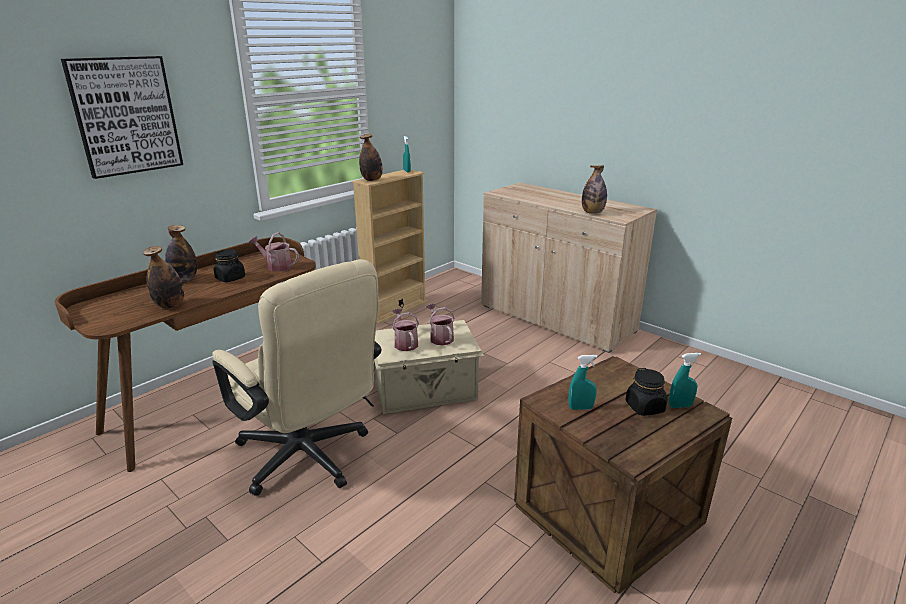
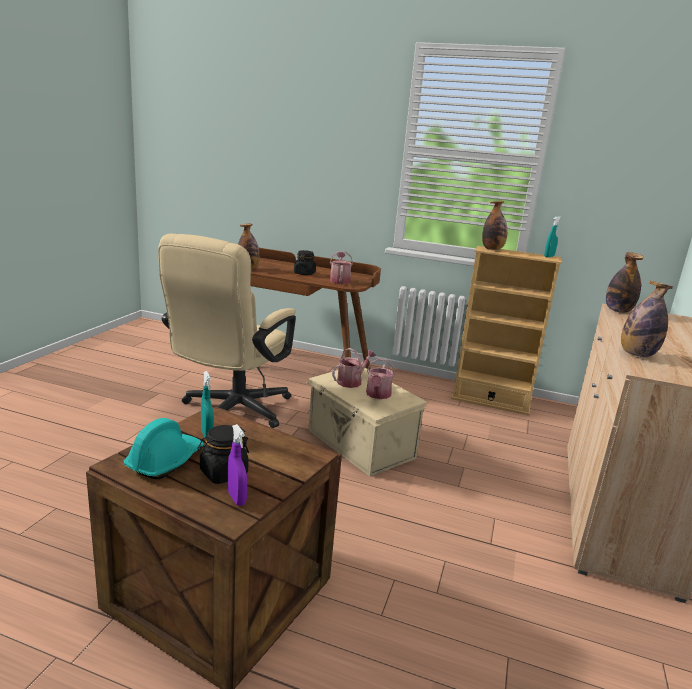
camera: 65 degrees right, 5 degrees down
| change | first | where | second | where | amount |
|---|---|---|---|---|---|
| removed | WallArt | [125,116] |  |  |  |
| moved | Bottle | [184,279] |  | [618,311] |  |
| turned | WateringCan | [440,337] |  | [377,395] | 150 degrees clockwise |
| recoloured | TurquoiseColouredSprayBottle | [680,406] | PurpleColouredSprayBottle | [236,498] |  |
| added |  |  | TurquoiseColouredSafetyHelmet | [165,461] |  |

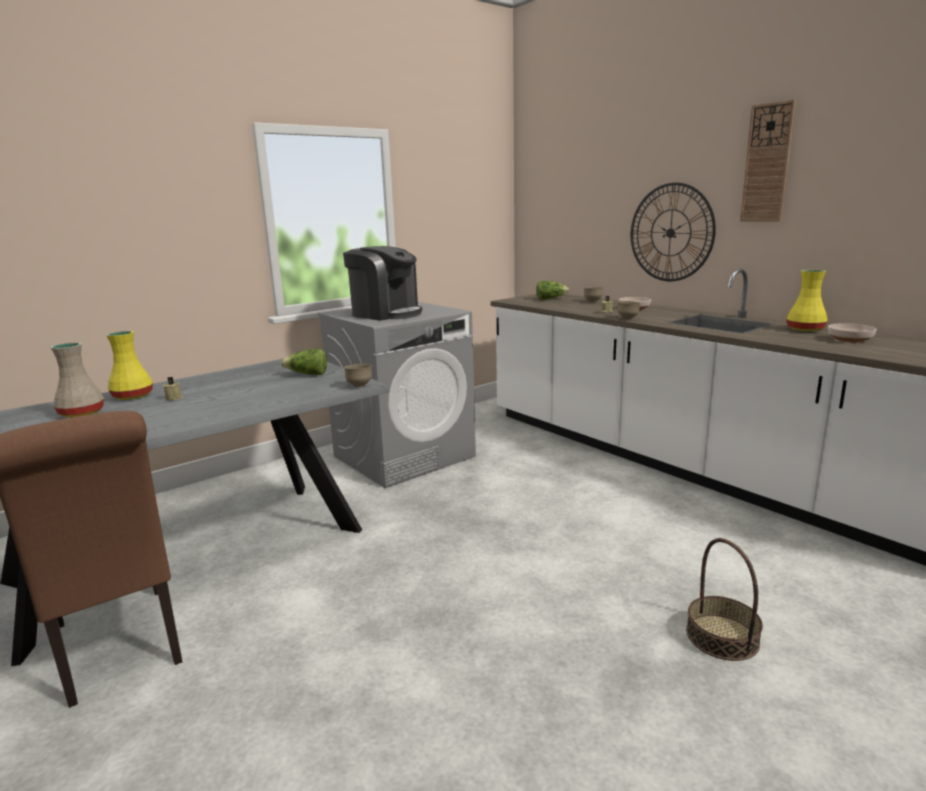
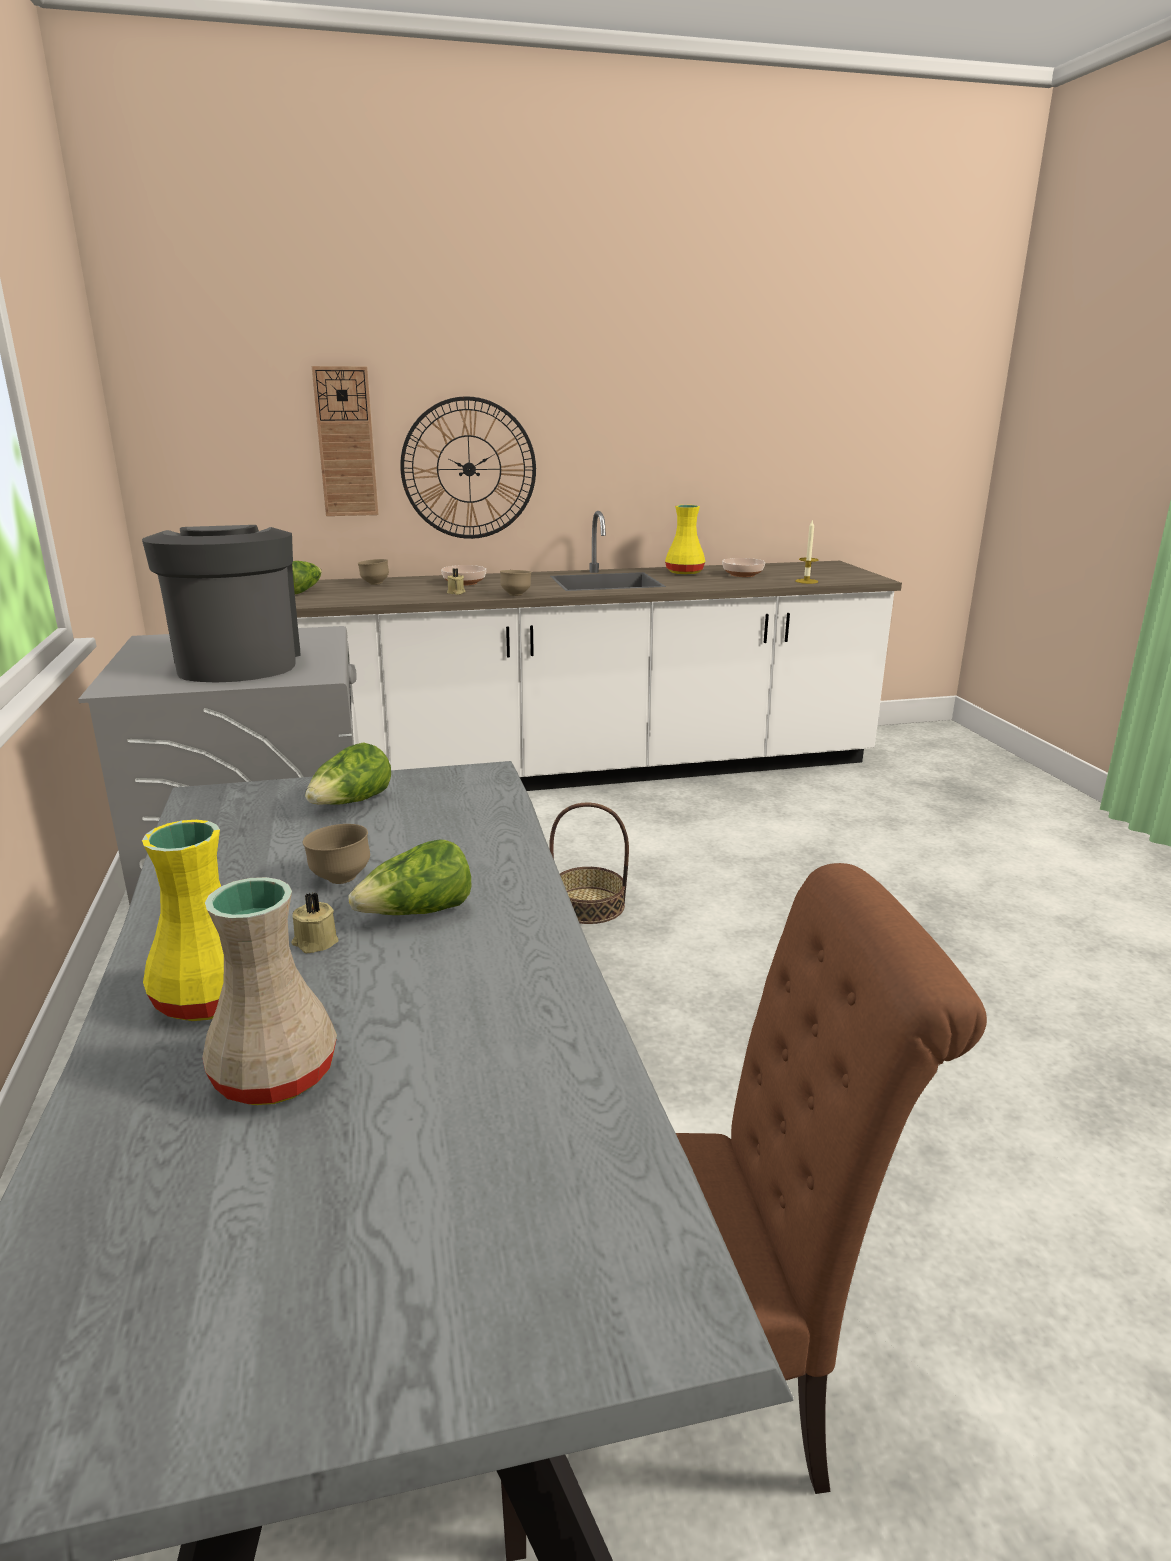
camera: 65 degrees left, 5 degrees up
| change | first | where | second | where | amount |
|---|---|---|---|---|---|
| turned | CoffeeMachine | [386,314] |  | [237,662] | 75 degrees counterclockwise |
| moved | BrownColouredDeepDish | [359,386] |  | [340,879] |  |
| moved | Basket | [722,637] |  | [588,905] |  |
| moved | HangingClock | [767,163] |  | [346,442] |  |
| added |  |  | HeadOfLettuce | [417,913] |  |
| added |  |  | WaxLight | [806,581] |  |

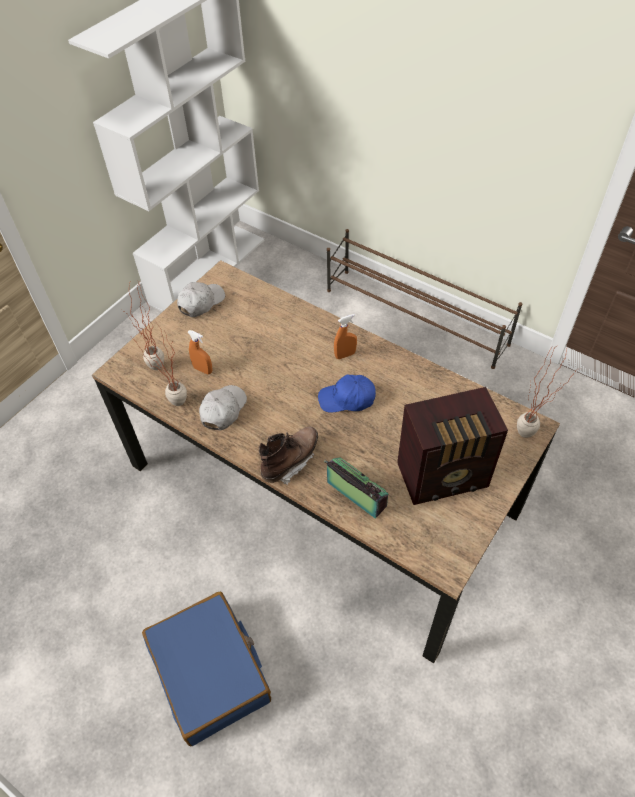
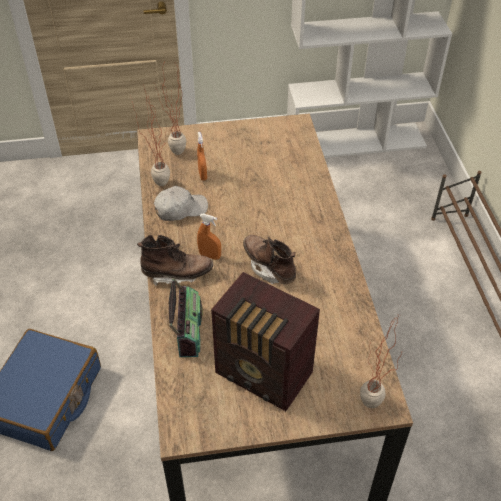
camera: 45 degrees right, 5 degrees down
| change | first | where | second | where | amount |
|---|---|---|---|---|---|
| removed | WhitePeakedCap | [201,302] |  |  |  |
| replaced | BluePeakedCap | [347,399] | BrownColouredBoot | [269,267] |  |
| moved | OrangeySprayBottle | [345,355] |  | [210,255] |  |

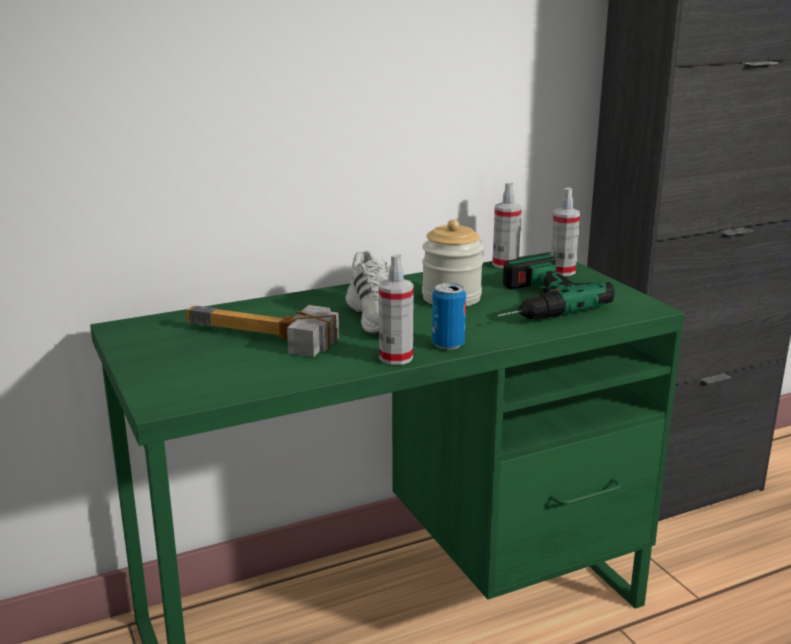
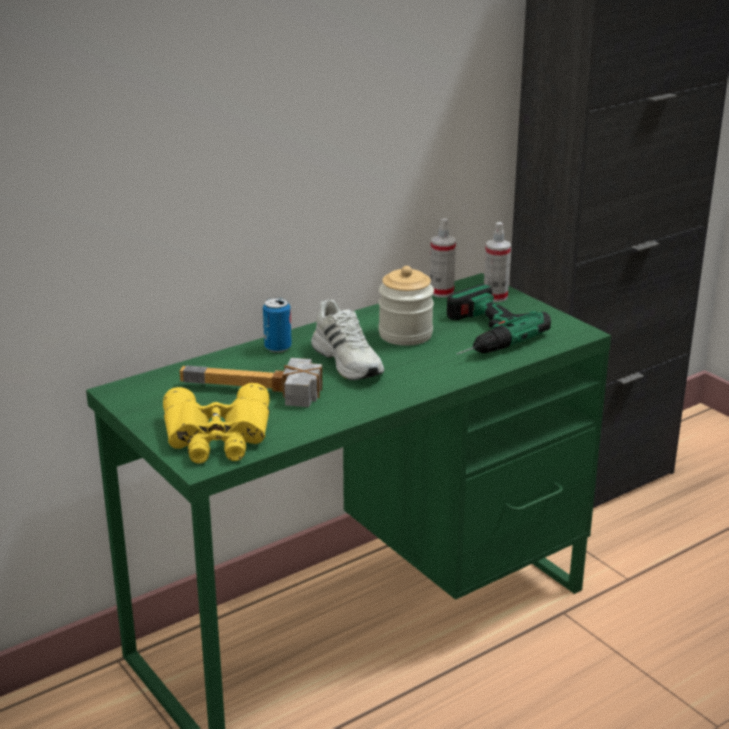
camera: 10 degrees left, 5 degrees up
| change | first | where | second | where | amount |
|---|---|---|---|---|---|
| removed | SprayBottle | [396,358] |  |  |  |
| moved | SealedCan | [448,344] |  | [278,348] |  |
| added |  |  | YellowishPairOfBinoculars | [218,437] |  |

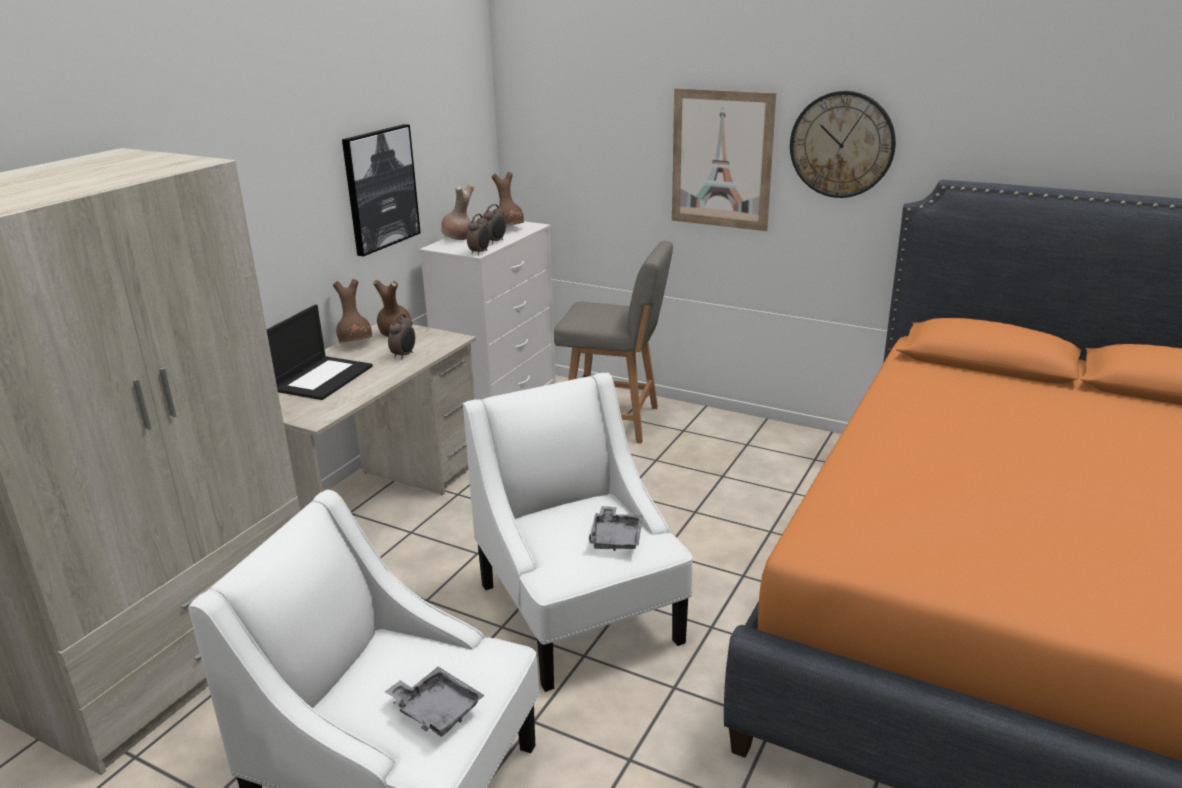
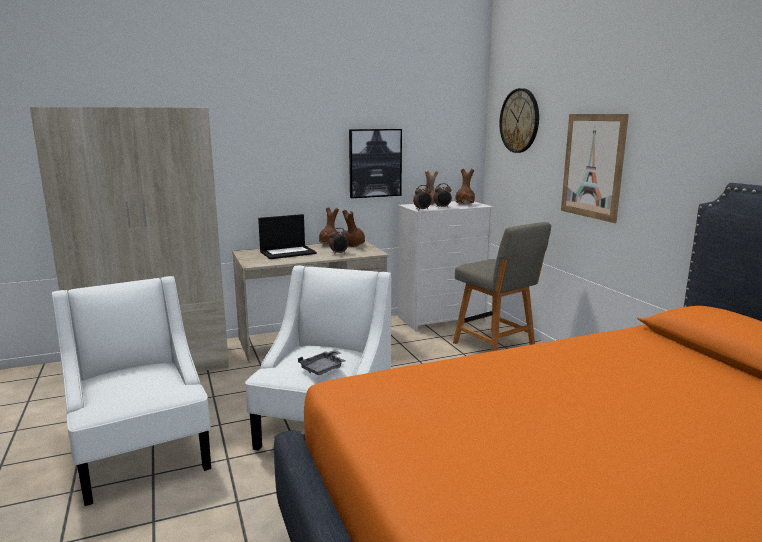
camera: 40 degrees right, 10 degrees down
| change | first | where | second | where | amount |
|---|---|---|---|---|---|
| removed | GrayTray | [436,710] |  |  |  |
| moved | HangingClock | [842,144] |  | [519,121] |  |

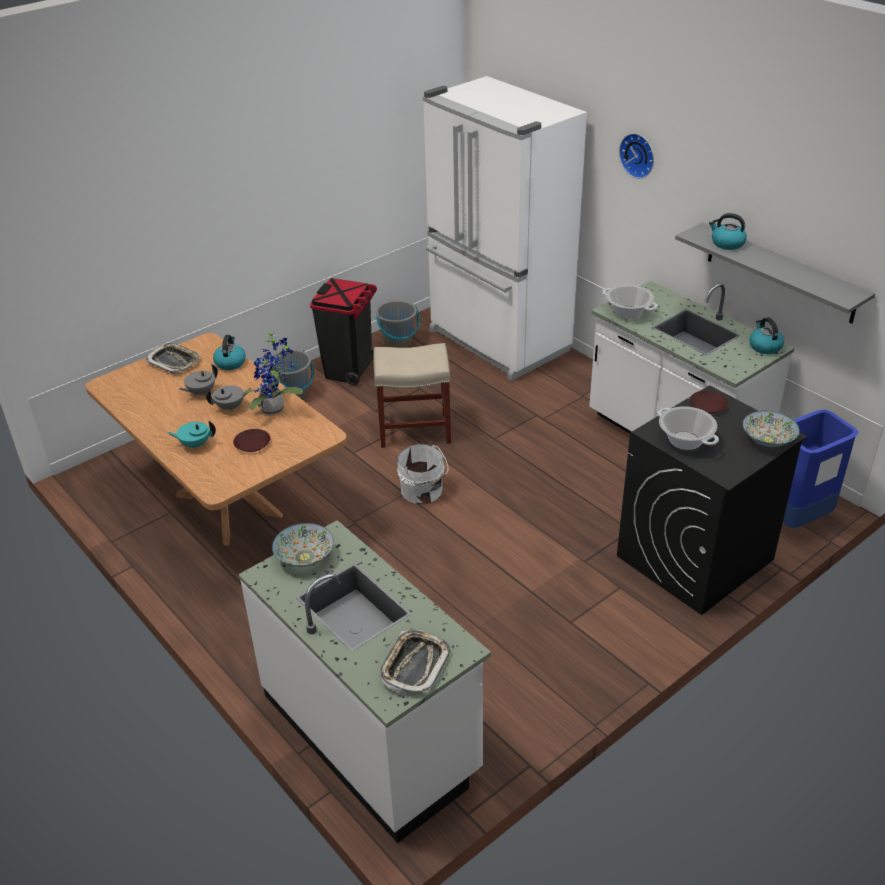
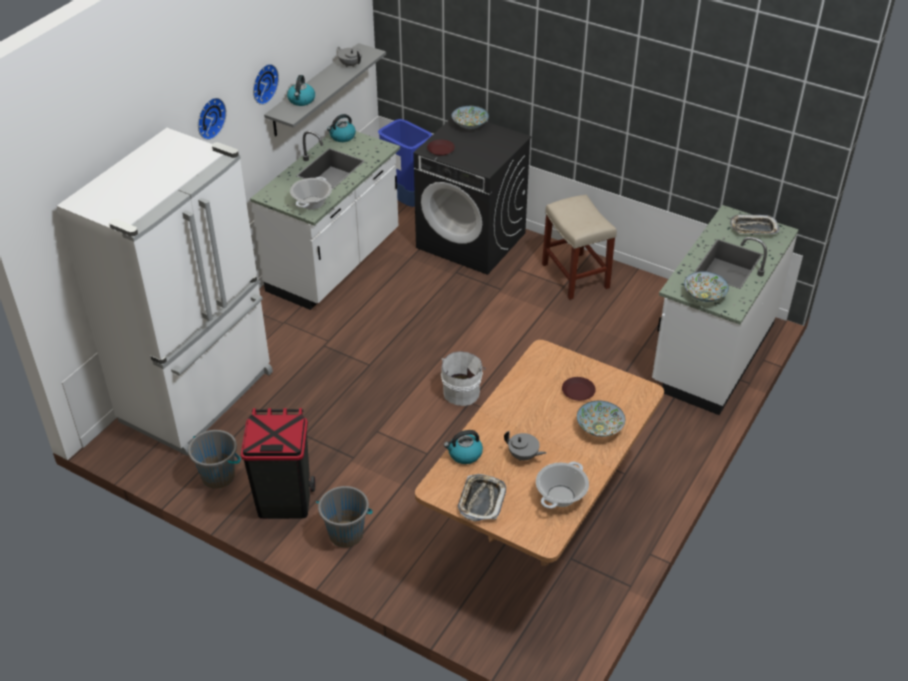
camera: 110 degrees left, 5 degrees up
| change | first | where | second | where | amount |
|---|---|---|---|---|---|
| replaced | TurquoiseColouredTeaPot | [195,444] | DeepDish | [599,428] |  |
| moved | GrayTeaPot | [231,407] |  | [350,64] |  |
| removed | Houseplant | [276,409] |  |  |  |
| moved | BeigeColouredStoolSeat | [413,430] |  | [576,276] |  |
| moved | Stockpot | [685,440] |  | [560,496] |  |
| added |  |  | HangingClock | [263,83] |  |

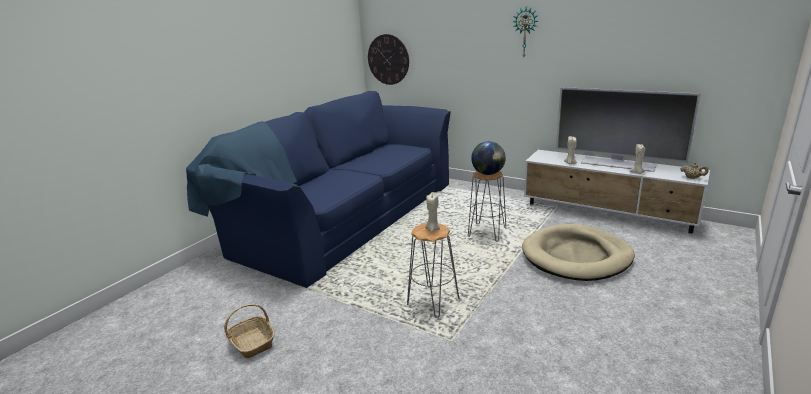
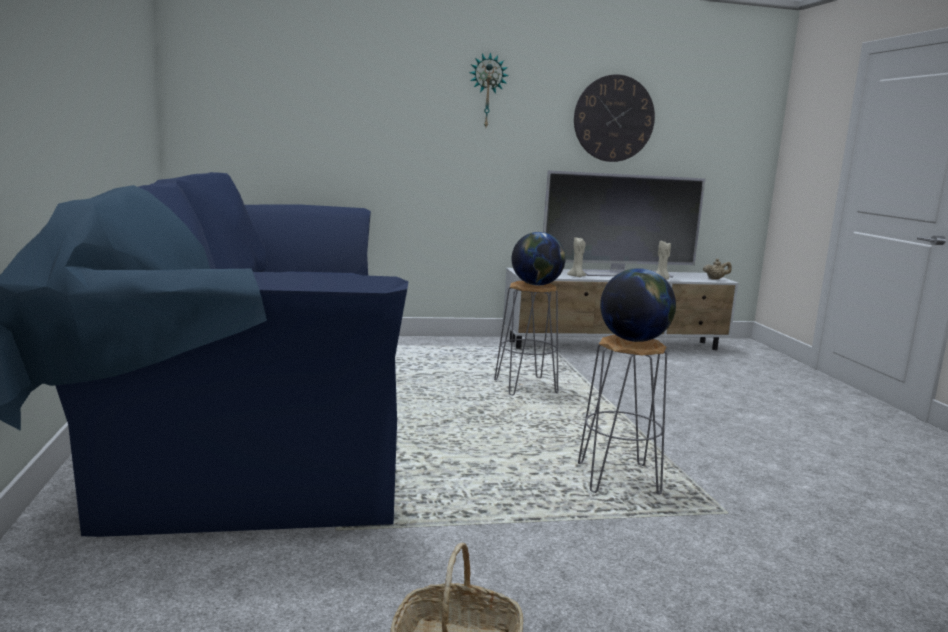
camera: 45 degrees left, 10 degrees down
| change | first | where | second | where | amount |
|---|---|---|---|---|---|
| moved | HangingClock | [388,59] |  | [614,118] |  |
| replaced | BeigeColouredWaxLight | [432,229] | WorldGlobe | [633,340] |  |
| removed | BeigeColouredPetBed | [576,256] |  |  |  |

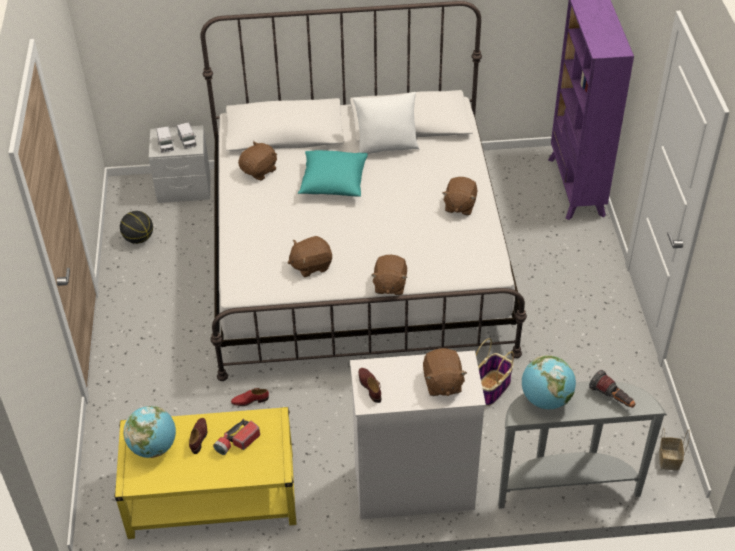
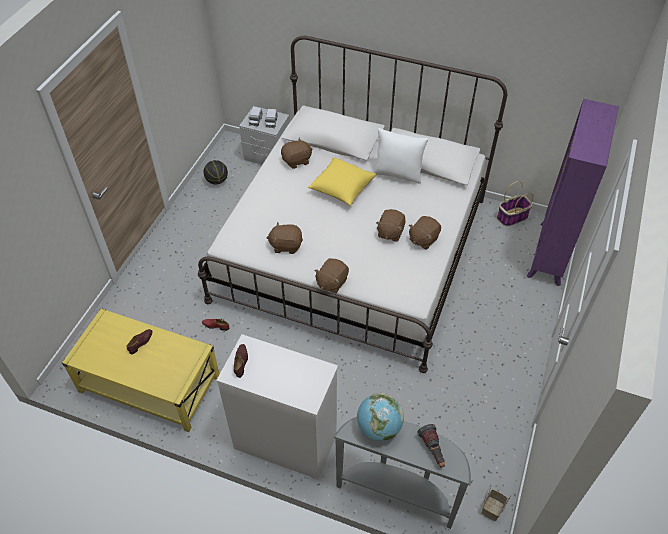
camera: 25 degrees right, 5 degrees up
| change | first | where | second | where | amount |
|---|---|---|---|---|---|
| removed | WorldGlobe | [153,447] |  |  |  |
| removed | Torch | [237,442] |  |  |  |
| recoloured | TurquoiseColouredThrowPillow | [333,183] | YellowishThrowPillow | [341,188] |  |
| moved | BrownColouredSoftToy | [442,383] |  | [390,232] |  |
| moved | Basket | [490,389] |  | [512,217] |  |

